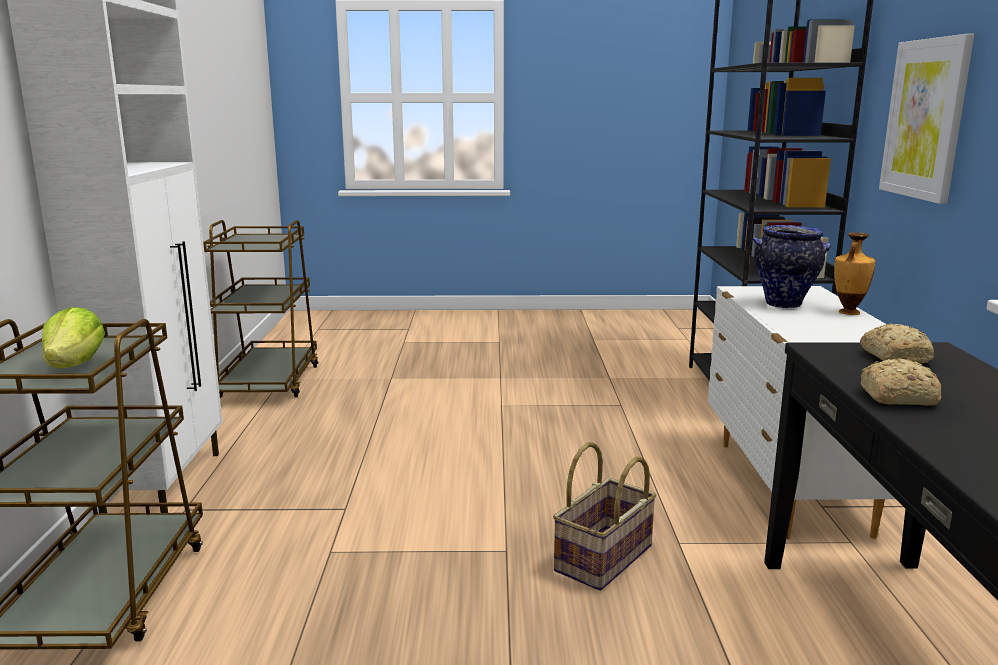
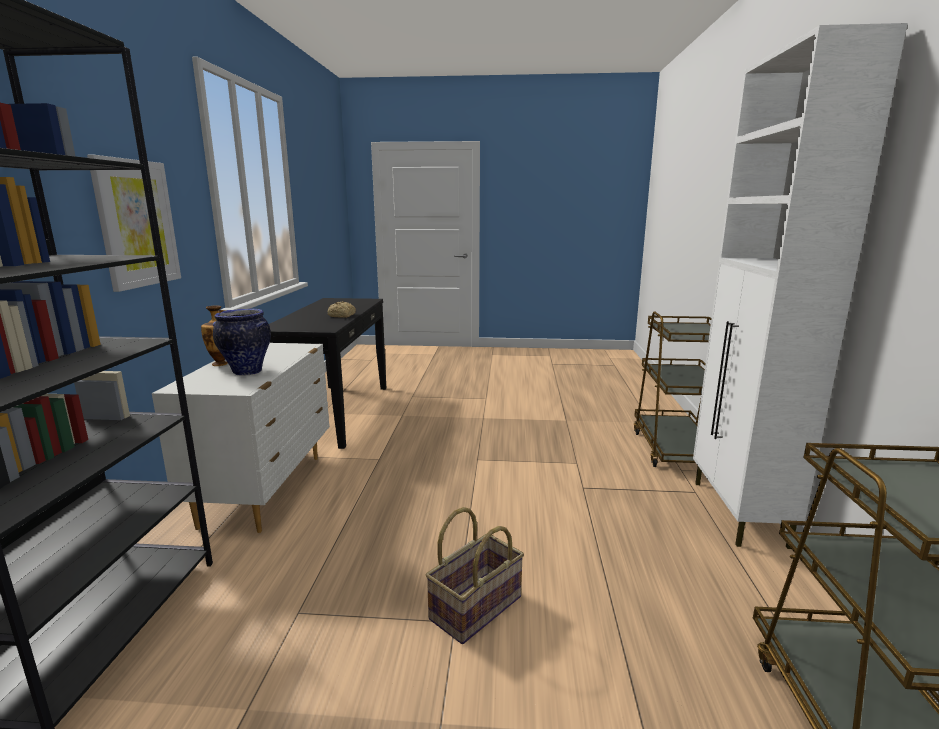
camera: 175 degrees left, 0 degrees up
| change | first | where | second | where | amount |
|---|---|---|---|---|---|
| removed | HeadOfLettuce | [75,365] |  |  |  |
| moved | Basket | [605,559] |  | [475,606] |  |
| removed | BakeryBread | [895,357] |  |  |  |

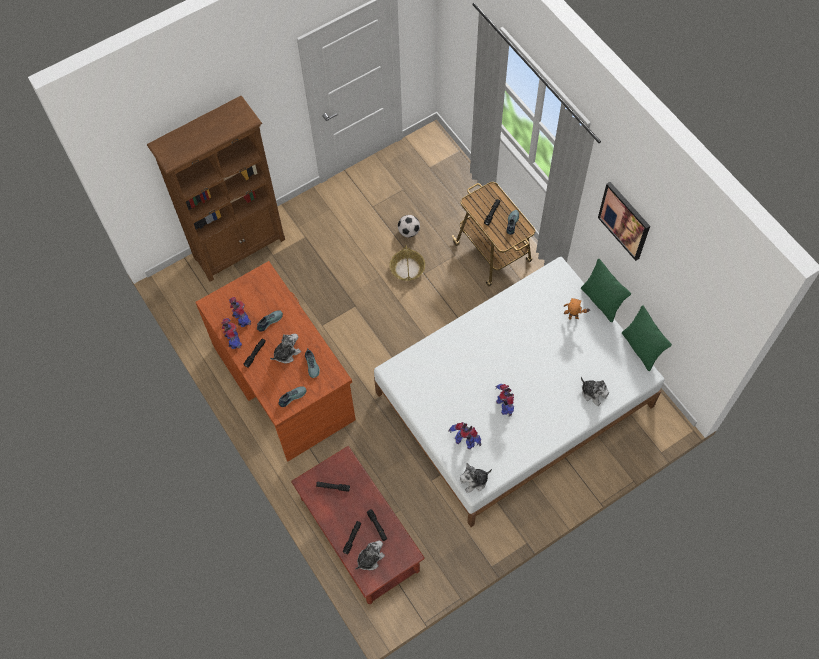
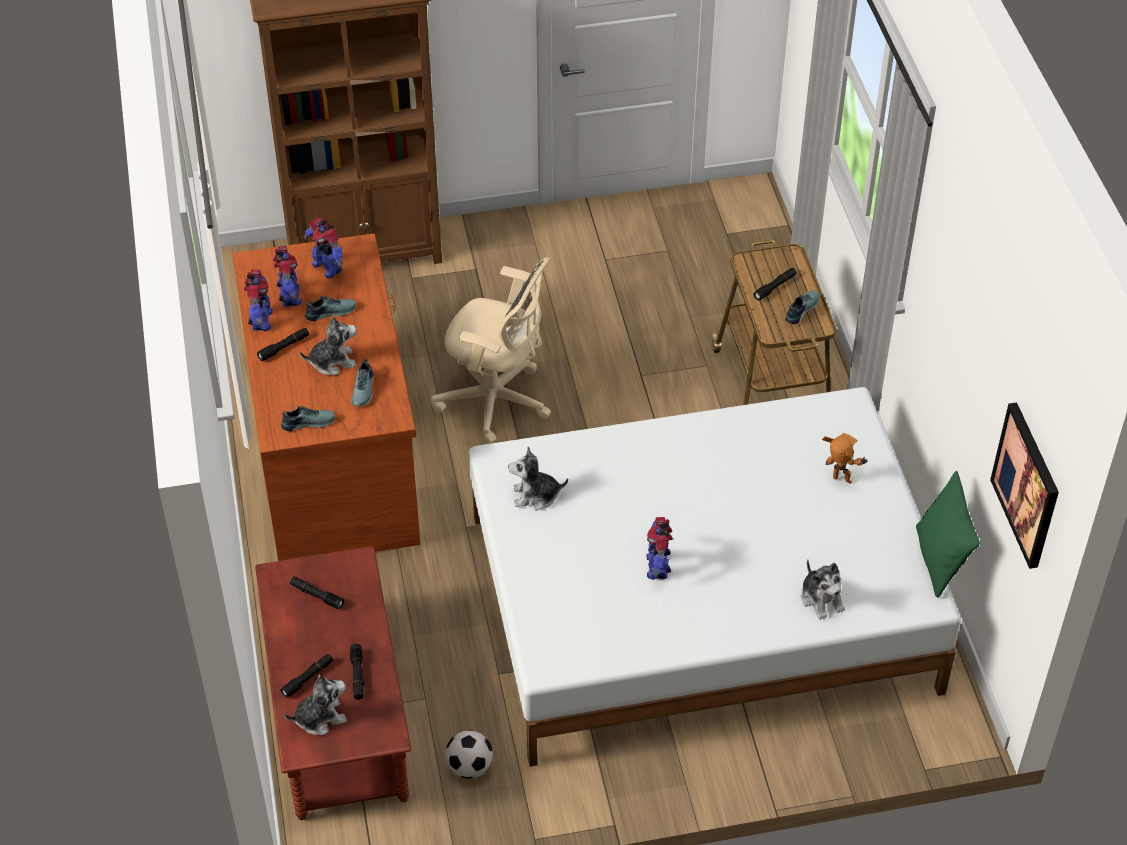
camera: 20 degrees right, 15 degrees down
| change | first | where | second | where | amount |
|---|---|---|---|---|---|
| removed | Basket | [407,268] |  |  |  |
| moved | FootballBall | [409,232] |  | [469,767] |  |
| moved | ToyRobot | [465,440] |  | [327,267] |  |
| moved | SoftToy | [474,481] |  | [536,496] |  |
| removed | GreenishThrowPillow | [601,301] |  |  |  |
| moved | WallArt | [624,220] |  | [1027,485] |  |
| added |  |  | BeigeColouredOfficeChair | [497,401] |  |

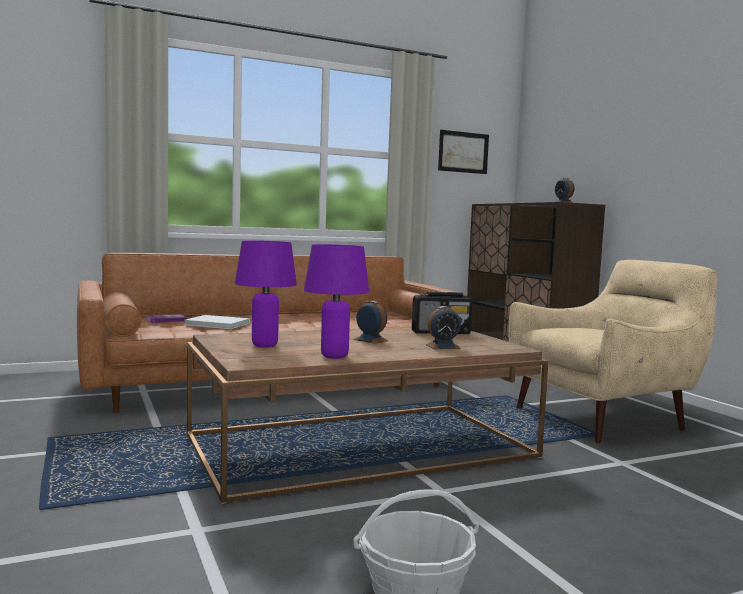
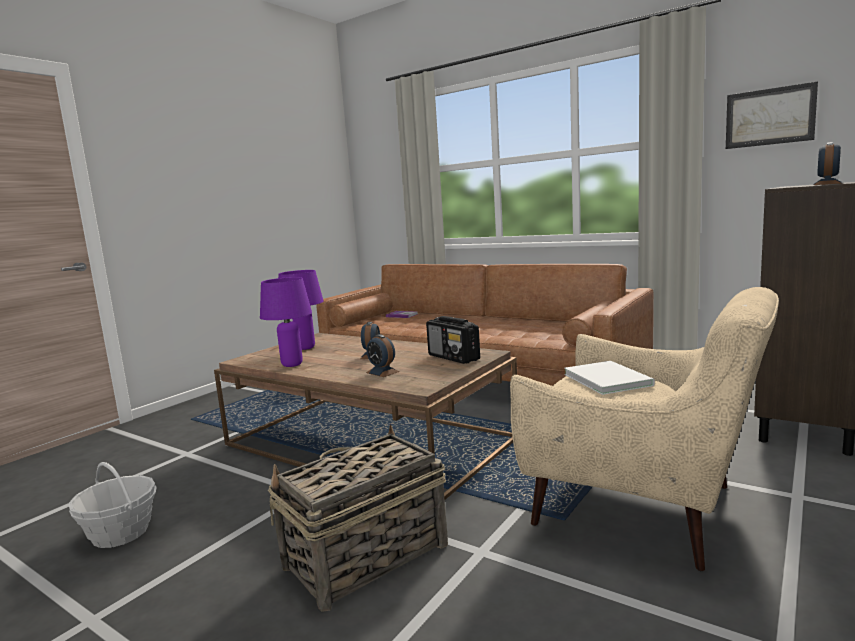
camera: 60 degrees right, 5 degrees up
| change | first | where | second | where | amount |
|---|---|---|---|---|---|
| moved | WhiteBoundBook | [216,324] |  | [607,379] |  |
| added |  |  | Basket | [364,556] |  |

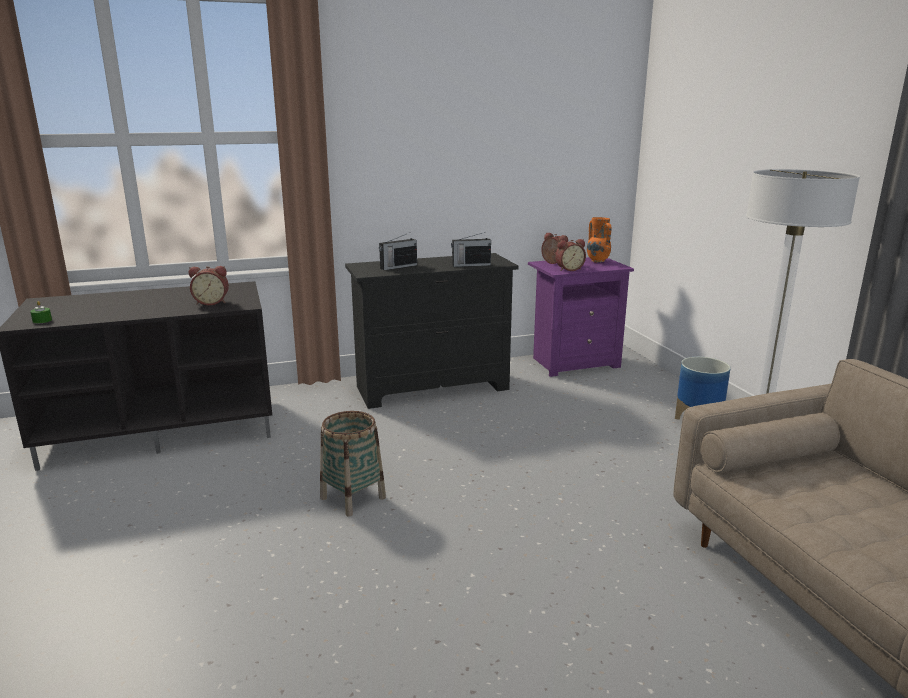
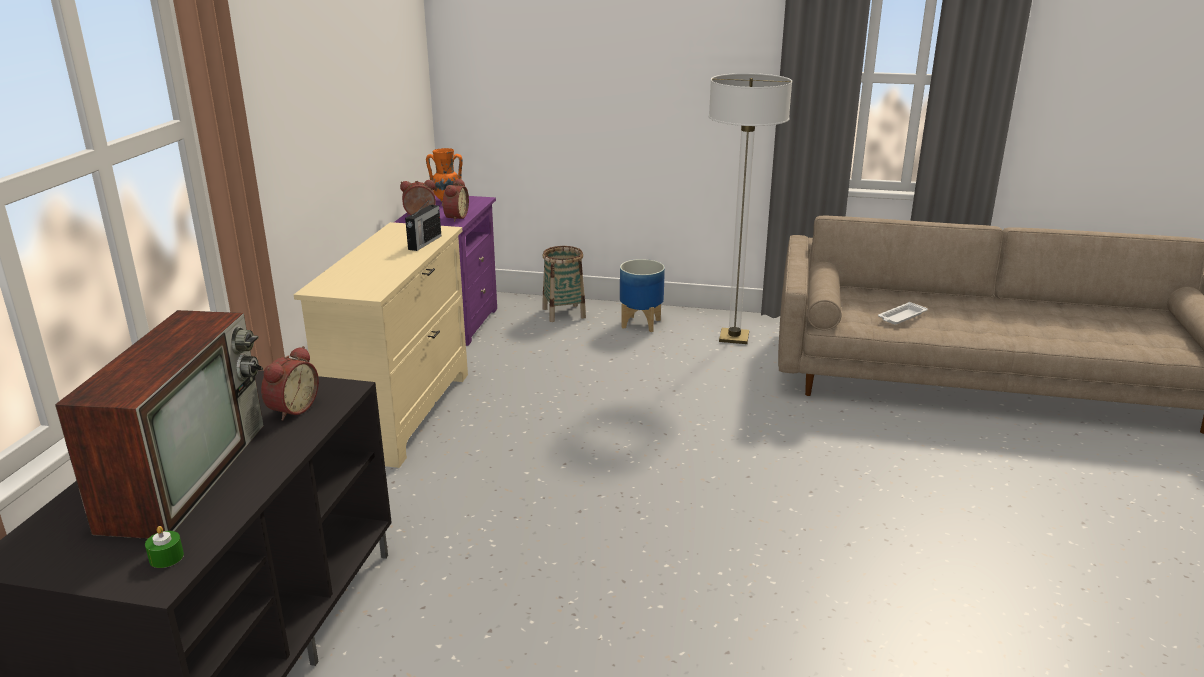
camera: 60 degrees left, 5 degrees up
| change | first | where | second | where | amount |
|---|---|---|---|---|---|
| moved | Basket | [353,498] |  | [564,313] |  |
| recoloured | BlackishDrawerChest | [433,388] | BeigeColouredDrawerChest | [402,413] |  |
| removed | RadioSet | [398,267] |  |  |  |
| added |  |  | Tv | [186,472] |  |
| added |  |  | WhiteTray | [901,317] |  |

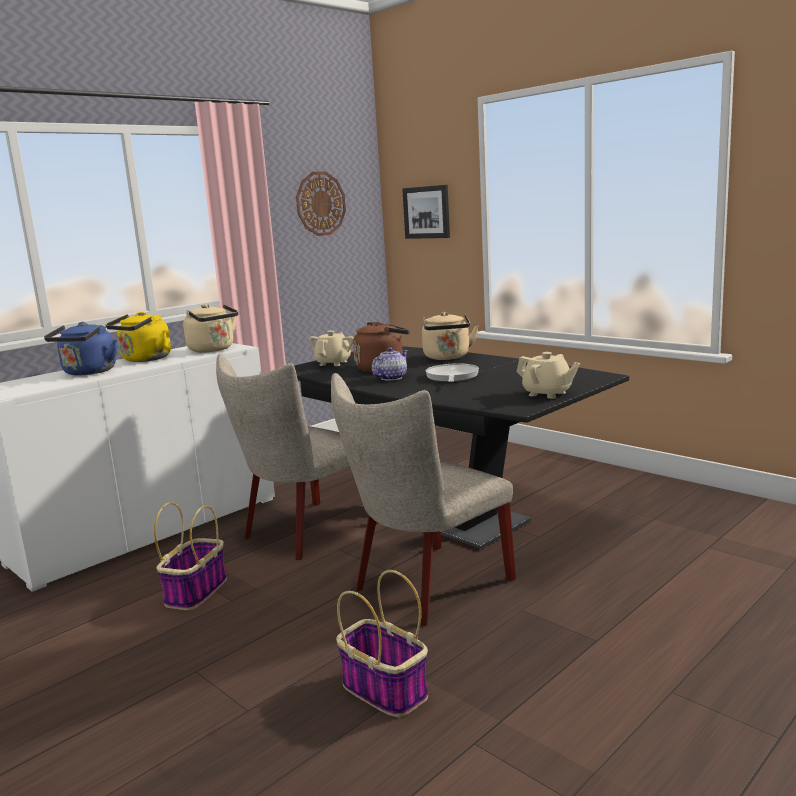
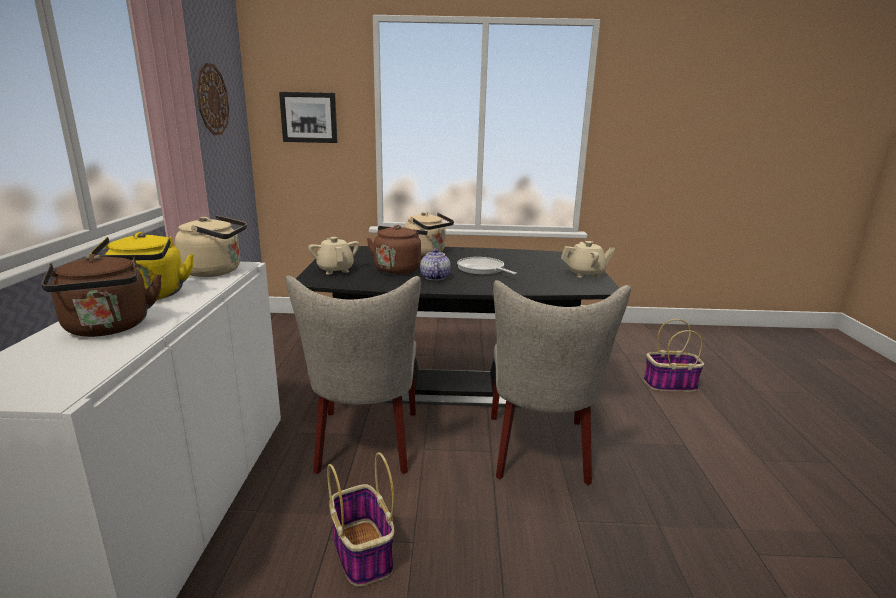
camera: 45 degrees left, 5 degrees up
| change | first | where | second | where | amount |
|---|---|---|---|---|---|
| recoloured | BlueWaterKettle | [88,372] | BrownColouredWaterKettle | [108,328] |  |
| moved | Basket | [383,689] |  | [669,385] |  |

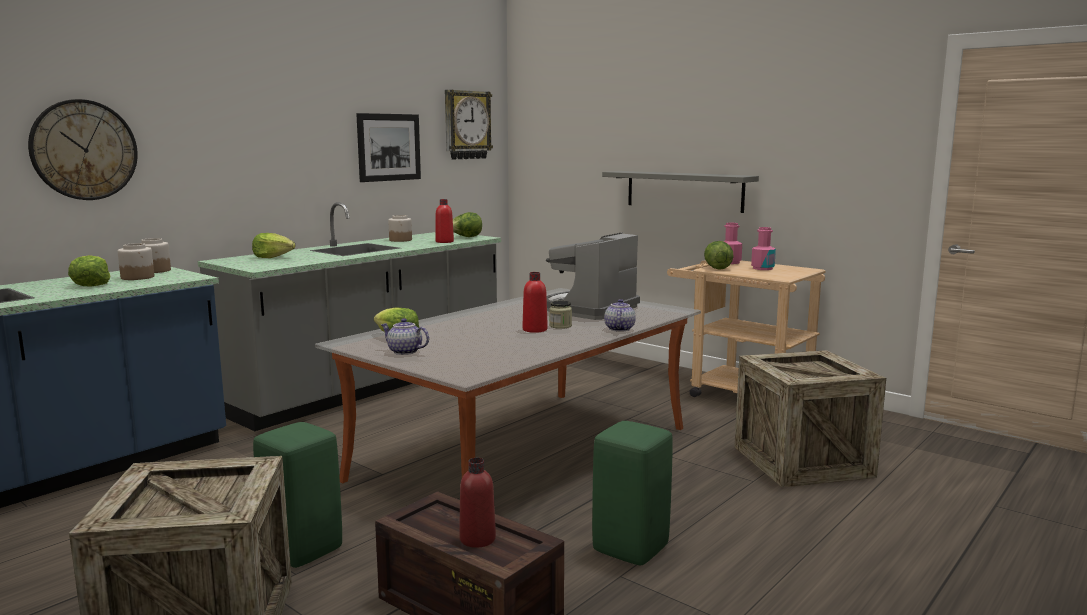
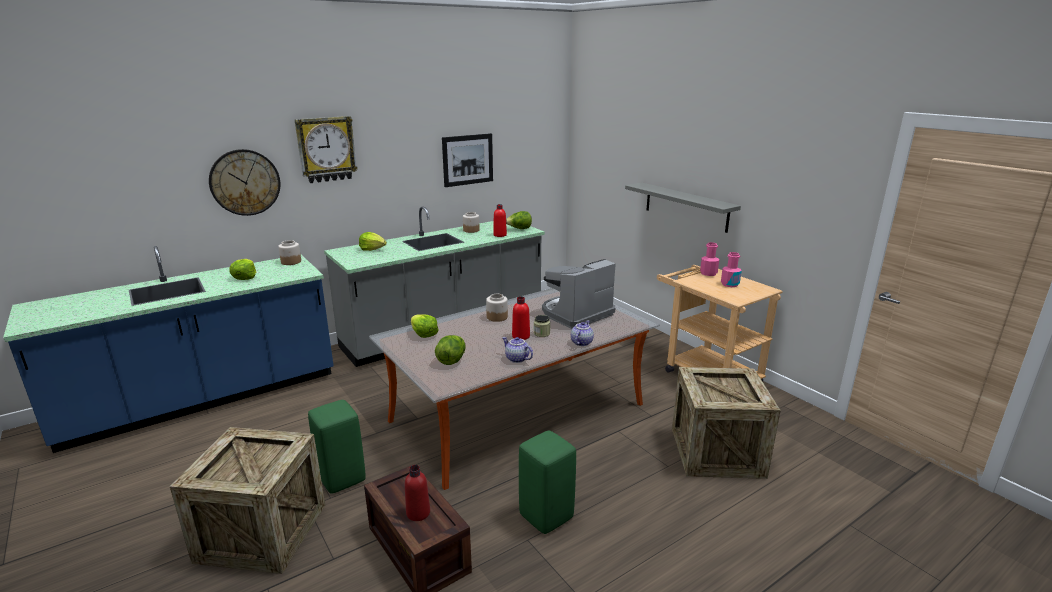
camera: 15 degrees right, 10 degrees up
| change | first | where | second | where | amount |
|---|---|---|---|---|---|
| moved | StorageJar | [138,277] |  | [497,317] |  |
| moved | TeaPot | [404,352] |  | [516,359] |  |
| moved | HangingClock | [466,125] |  | [326,149] |  |
| moved | HeadOfLettuce | [717,268] |  | [451,360] |  |

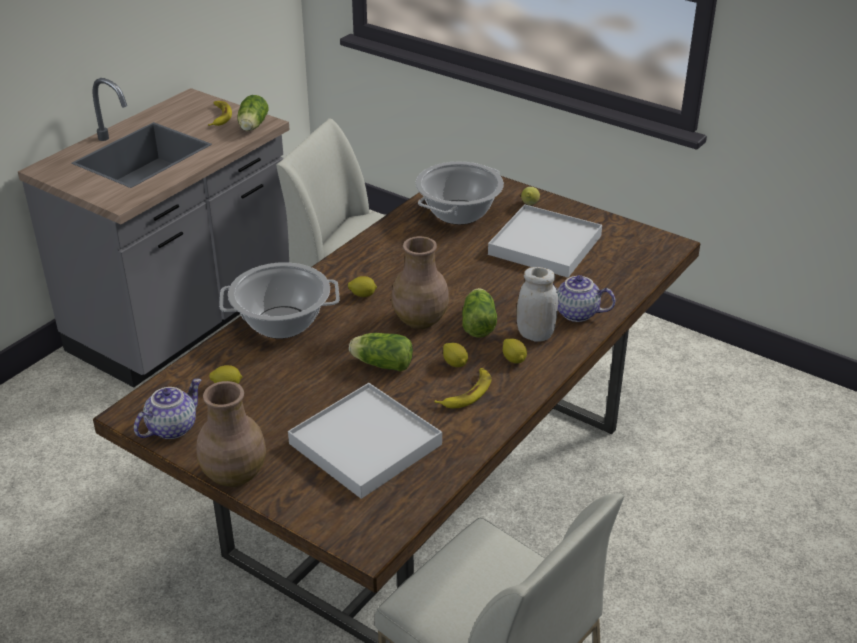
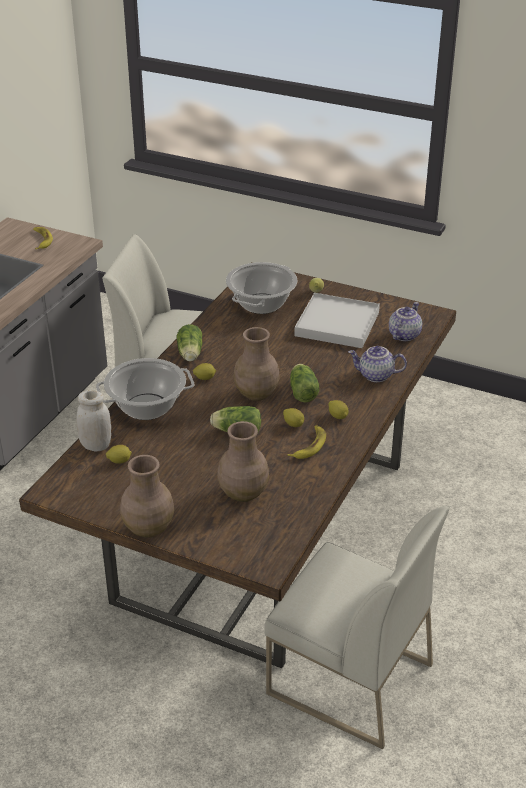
camera: 10 degrees left, 0 degrees up
| change | first | where | second | where | amount |
|---|---|---|---|---|---|
| moved | TeaPot | [172,427] |  | [403,335] |  |
| moved | HeadOfLettuce | [252,127] |  | [190,354] |  |
| replaced | WhiteTray | [365,444] | BrownColouredFlowerVase | [242,493] |  |
| moved | WhiteStorageJar | [535,335] |  | [96,445] |  |

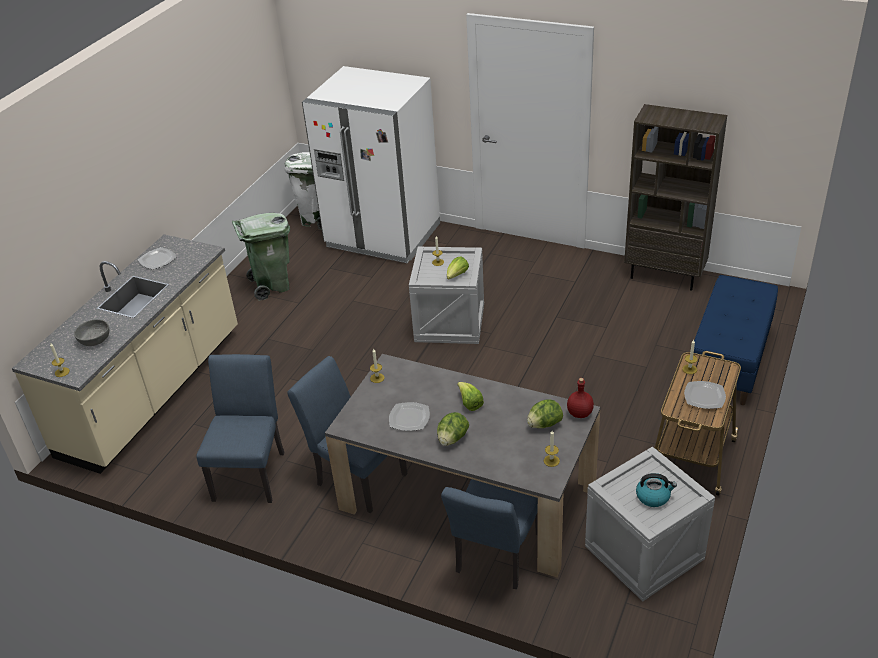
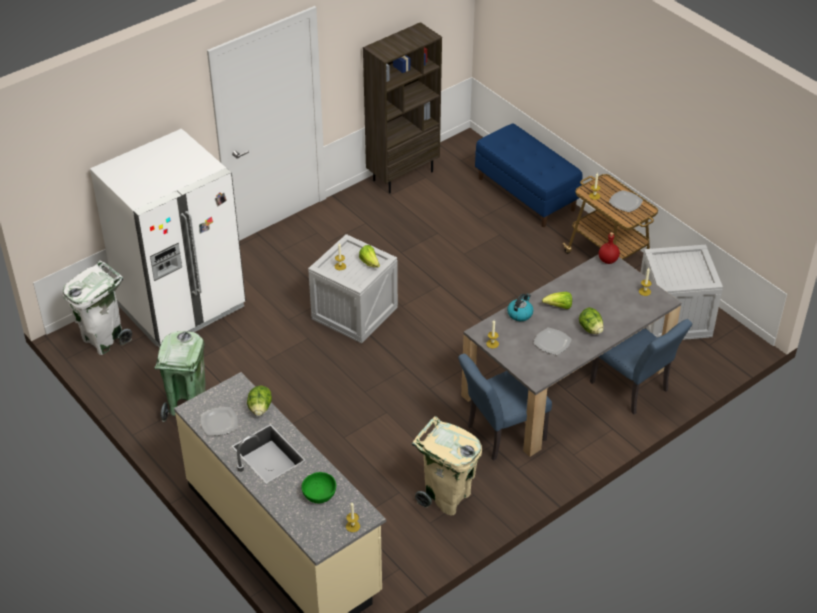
camera: 65 degrees left, 5 degrees up
| change | first | where | second | where | amount |
|---|---|---|---|---|---|
| recoloured | GrayDeepDish | [94,340] | GreenishDeepDish | [319,494] |  |
| replaced | BlueUprightChair | [251,471] | BeigeColouredWasteBin | [447,497] |  |
| moved | HeadOfLettuce | [544,424] |  | [260,408] |  |
| moved | WaterKettle | [653,496] |  | [520,314] |  |

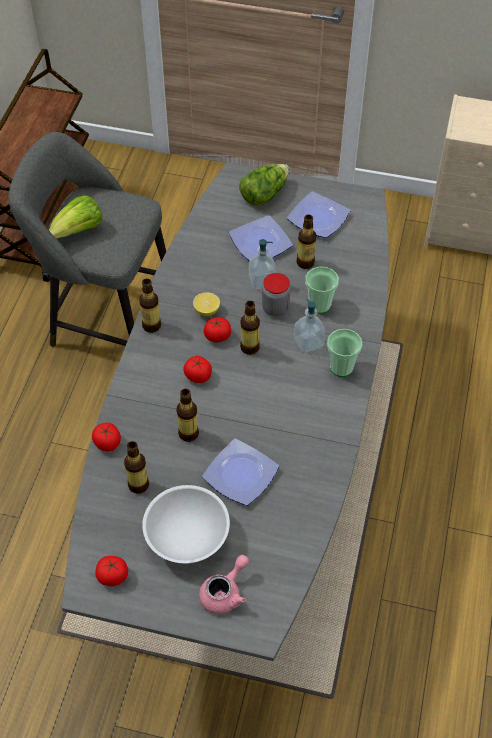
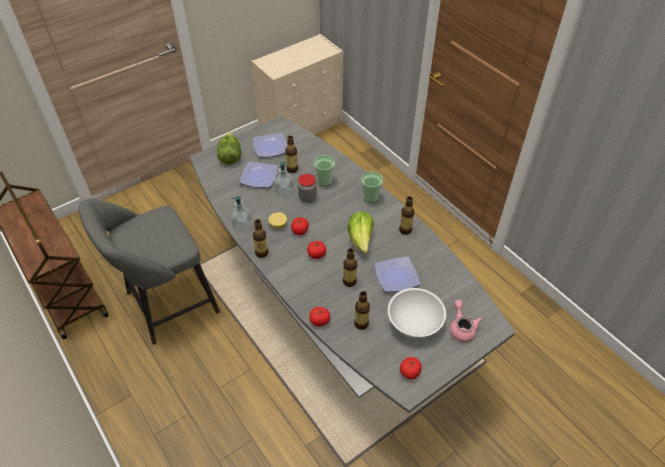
camera: 50 degrees left, 5 degrees down
| change | first | where | second | where | amount |
|---|---|---|---|---|---|
| moved | HeadOfLettuce | [78,231] |  | [361,240] |  |
| moved | Bottle | [249,347] |  | [405,230] |  |
| moved | SoapBottle | [308,342] |  | [242,225] |  |

